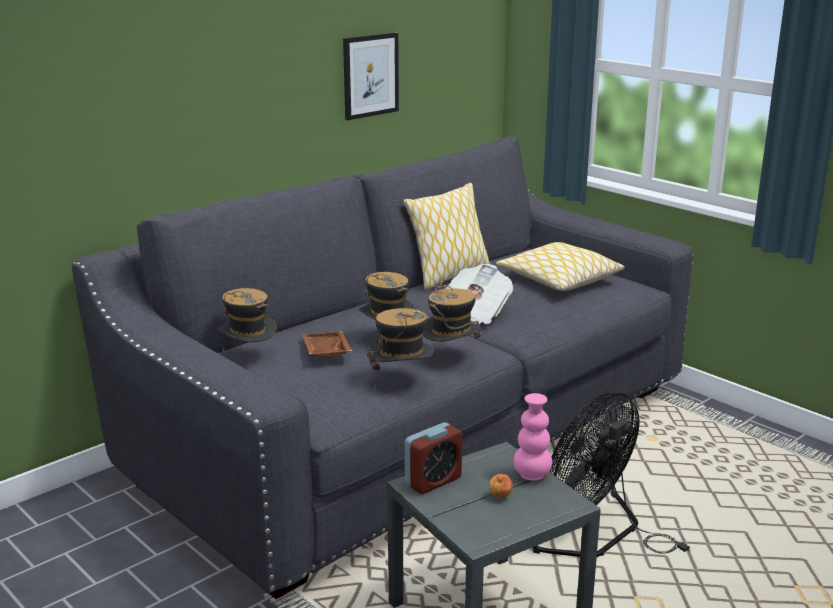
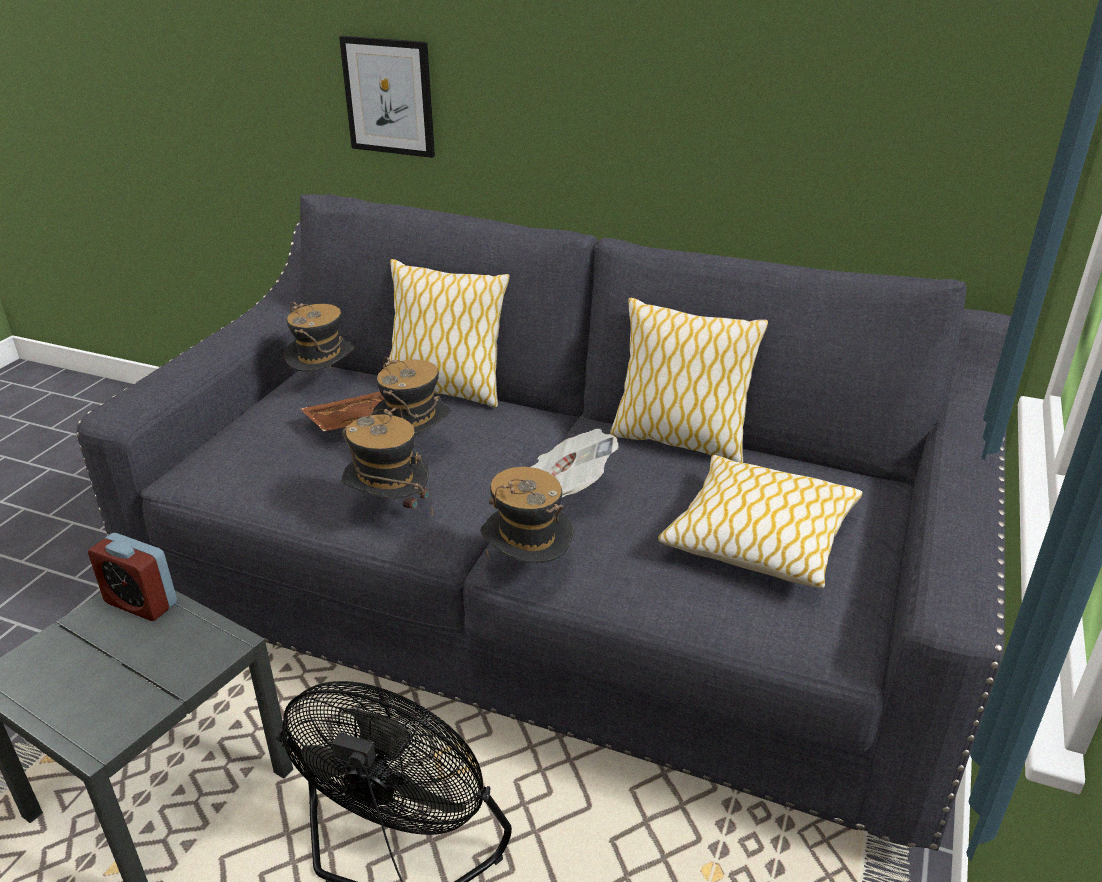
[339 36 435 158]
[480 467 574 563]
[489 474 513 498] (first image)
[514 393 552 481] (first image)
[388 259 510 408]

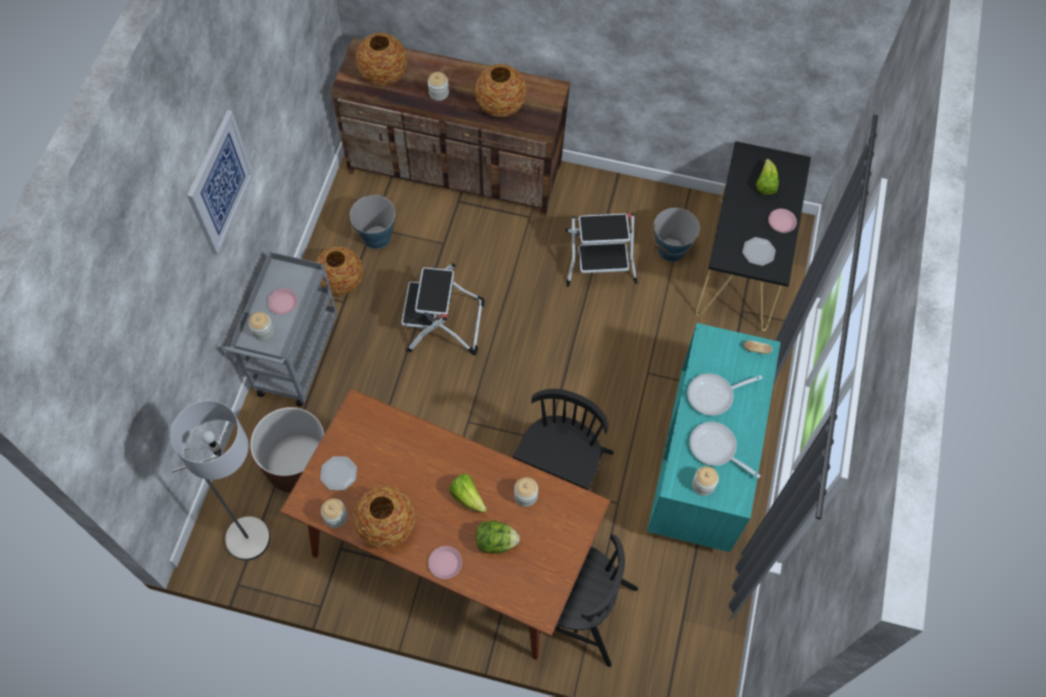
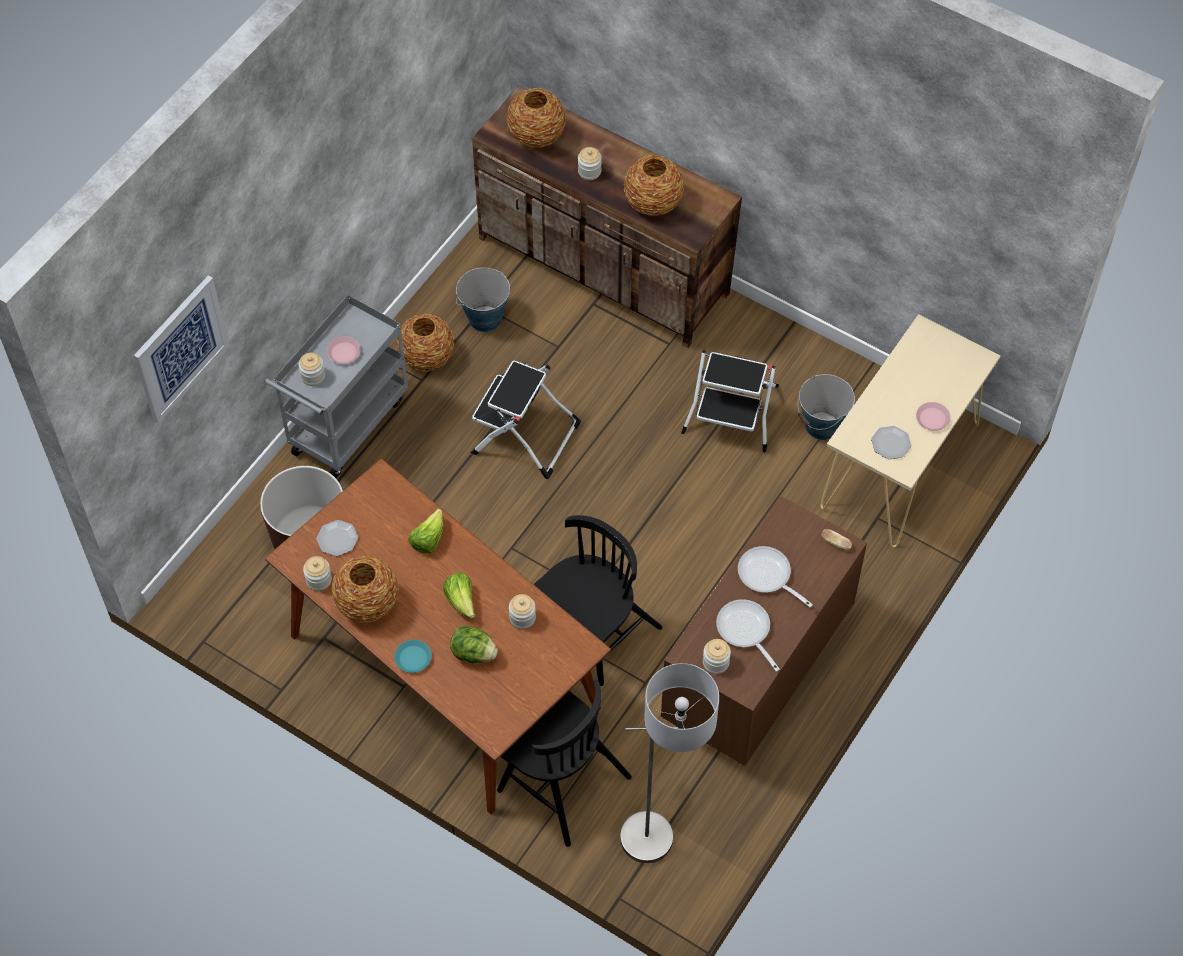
[620 663 719 863]
[134 275 229 423]
[394 640 432 673]
[661 496 867 766]
[738 546 813 607]
[821 314 1001 548]
[408 509 443 554]

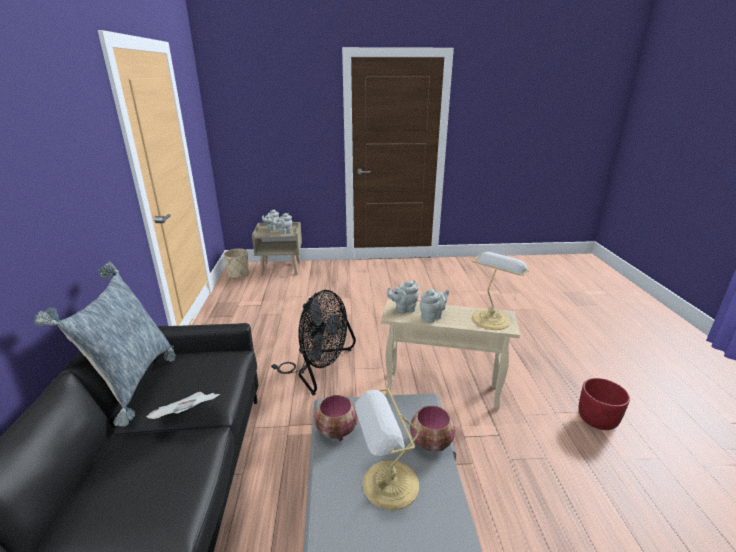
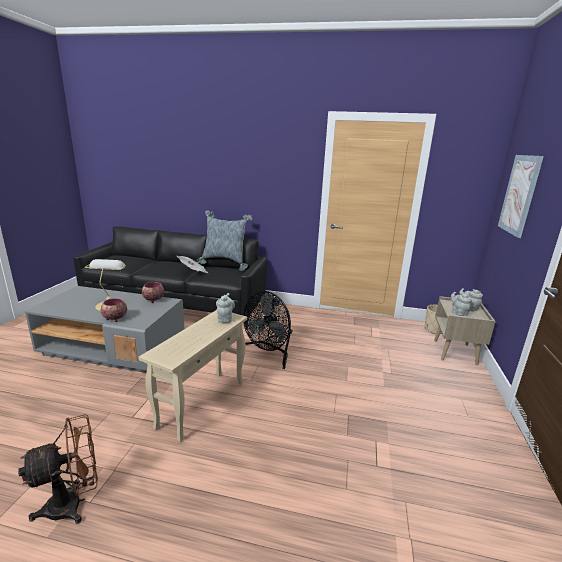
[420 289 449 323] (first image)
[472 252 529 330] (first image)
[18 414 98 524]
[498 155 544 238]

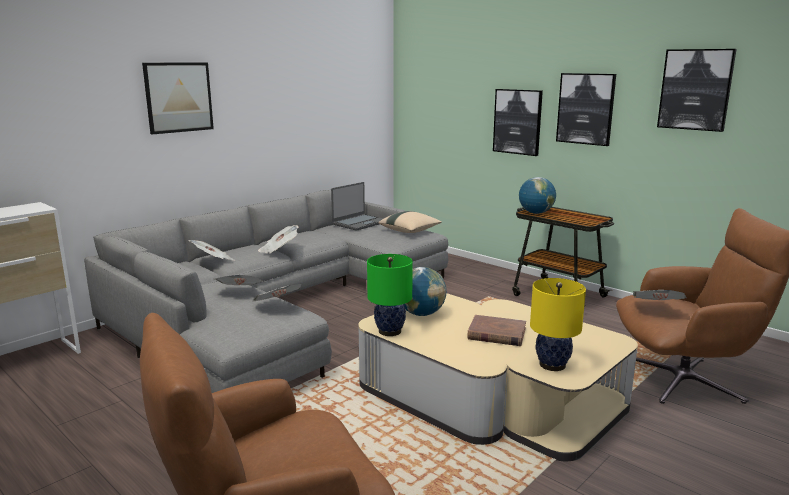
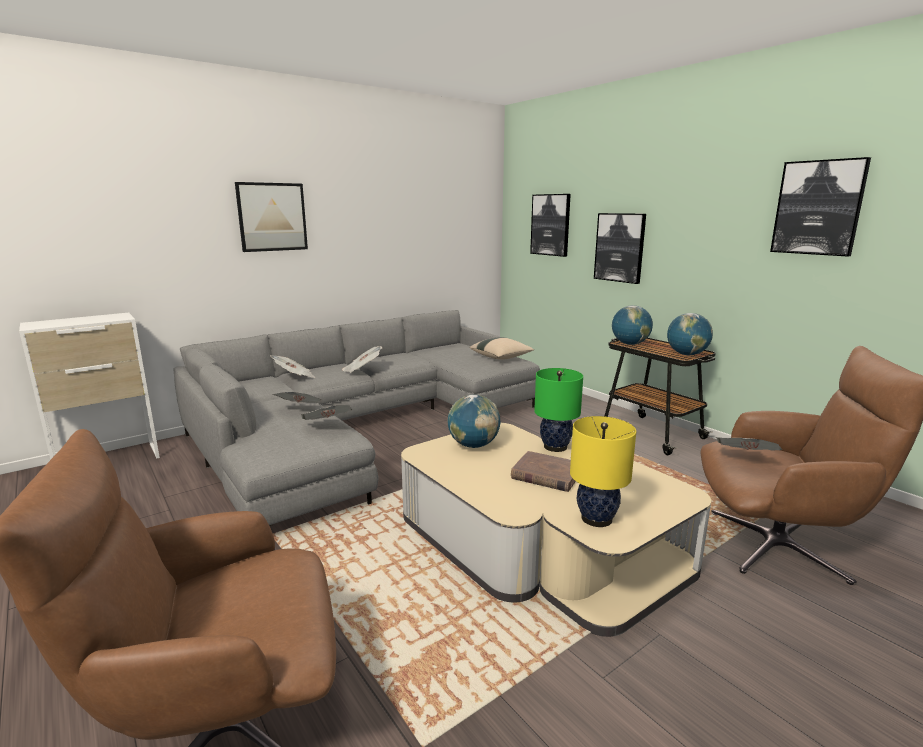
[331 182 384 231] (first image)
[534 368 583 452]
[530 194 571 257]
[667 313 713 355]

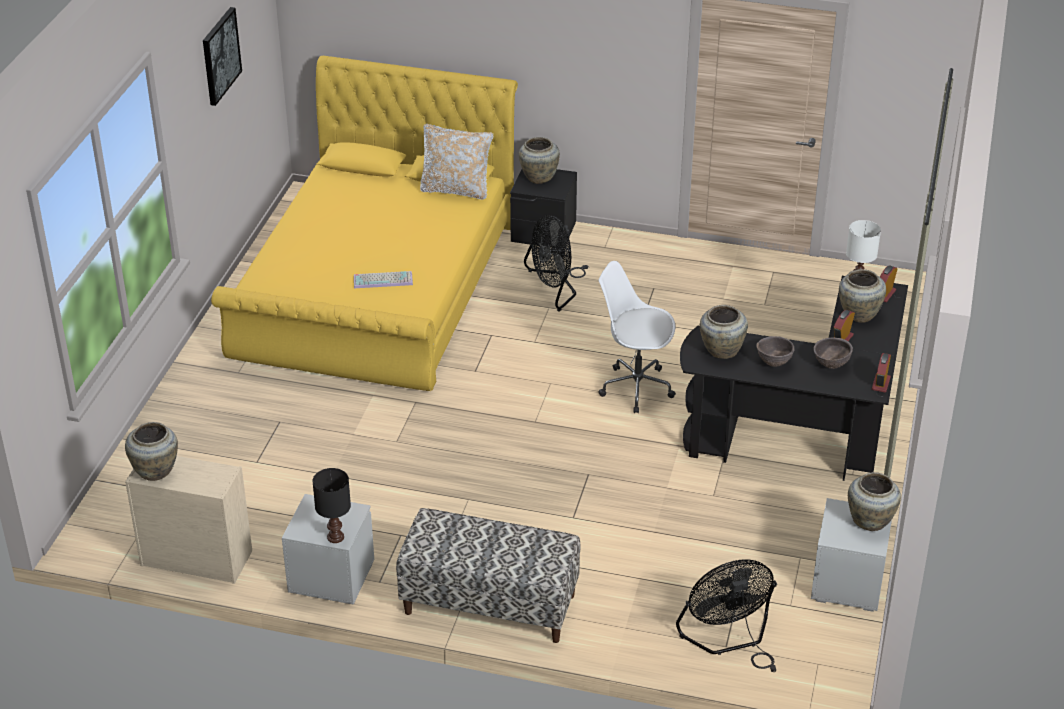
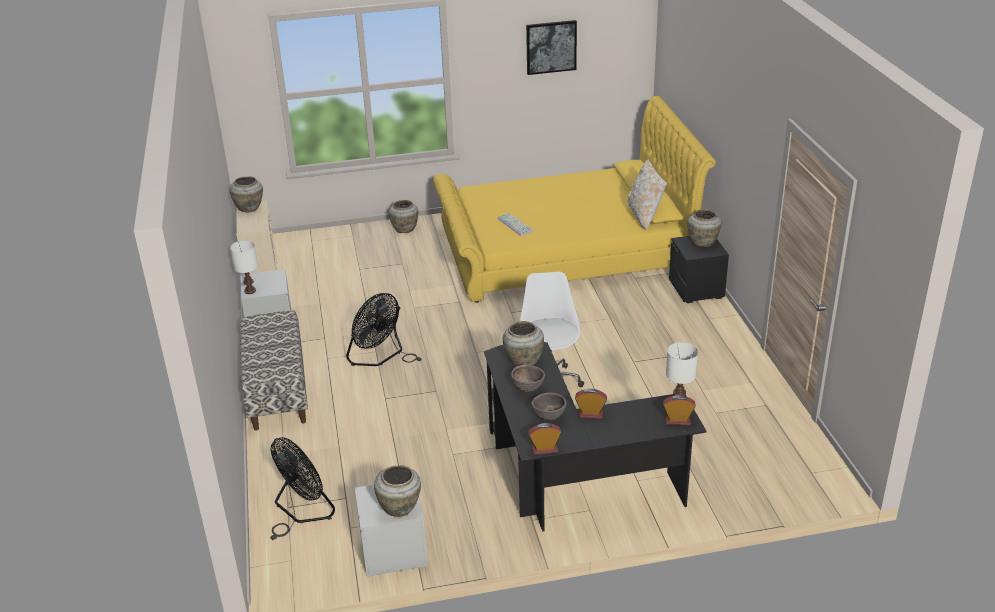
[230 240 258 294]
[346 293 421 366]
[389 200 418 233]

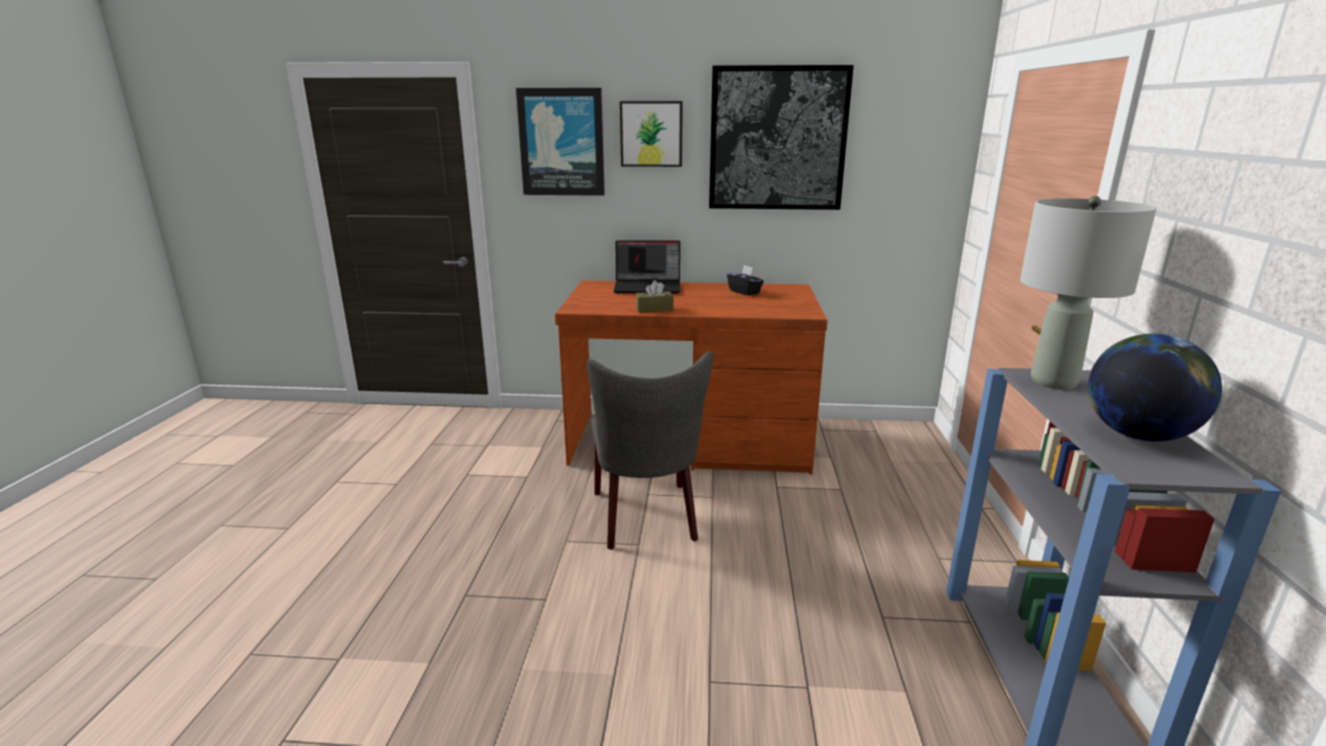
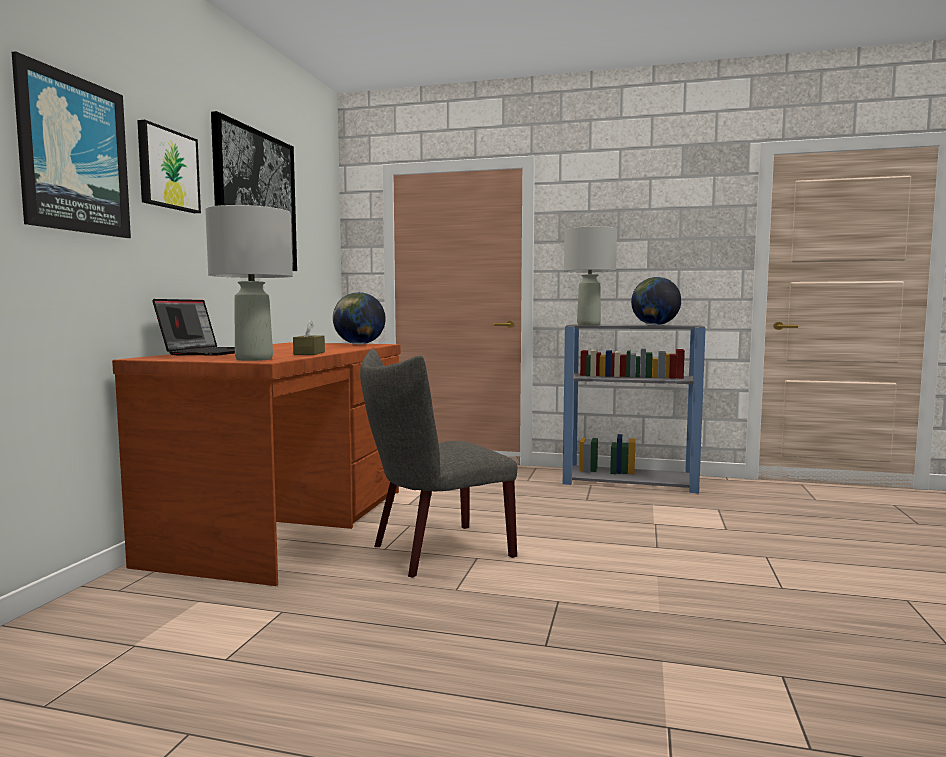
[360 349 518 578]
[727 265 764 295] (first image)
[205 205 293 361]
[333 292 386 344]

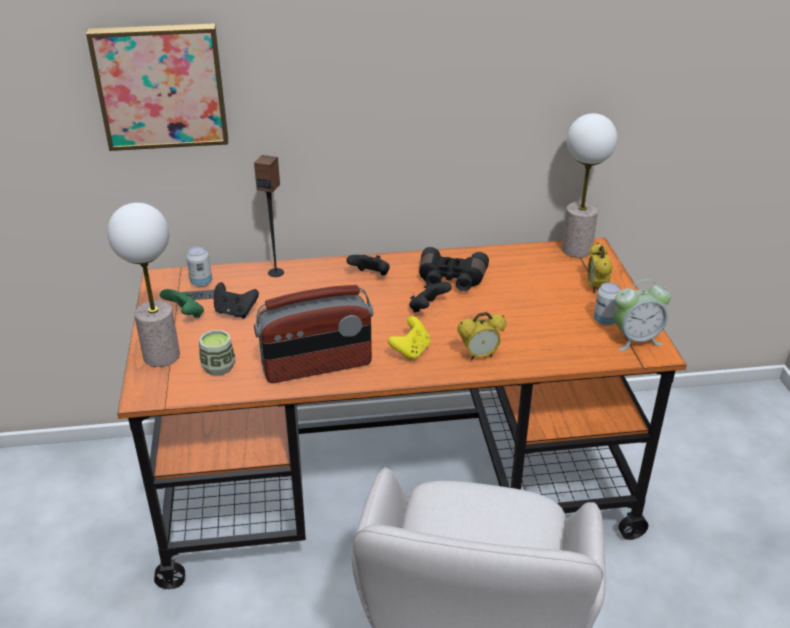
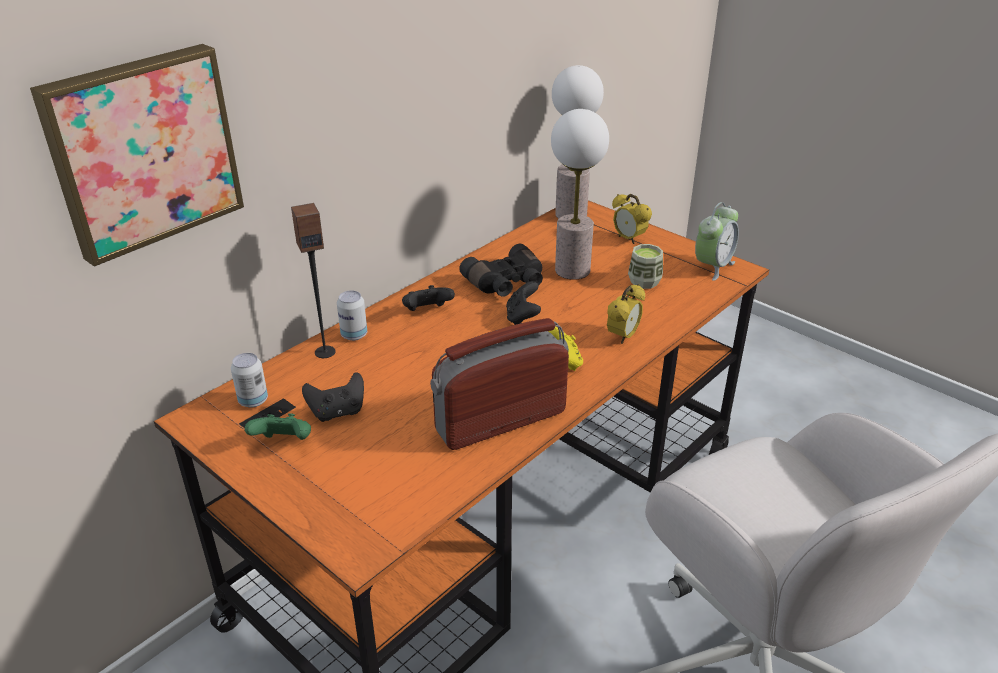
[551 109 609 280]
[628 244 663 289]
[430 318 569 450]
[337 291 367 341]

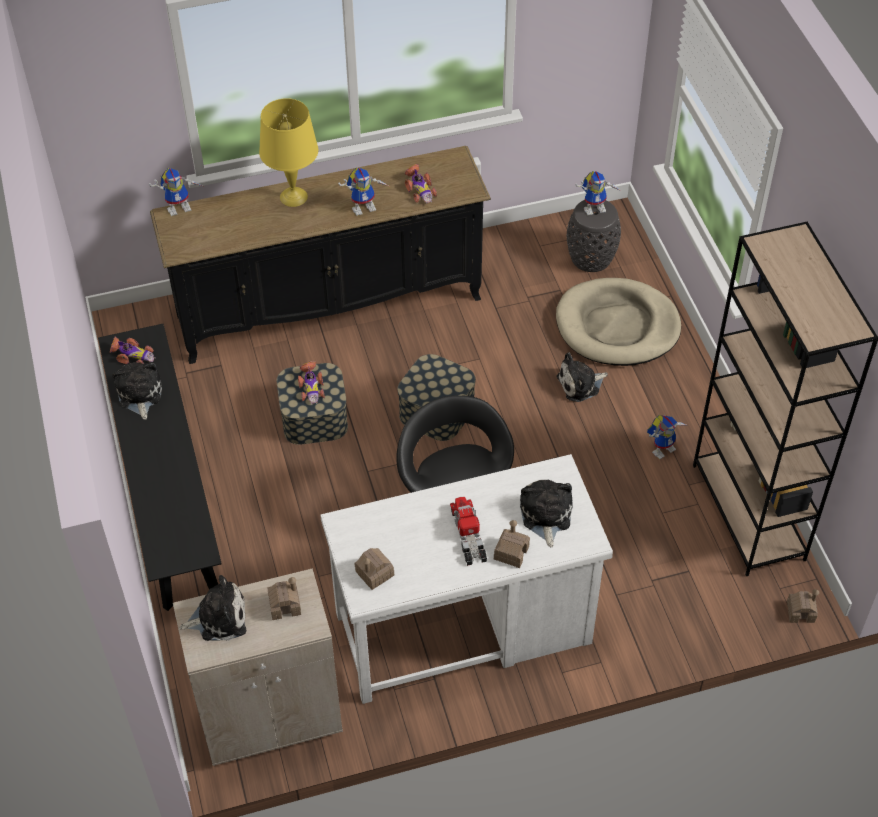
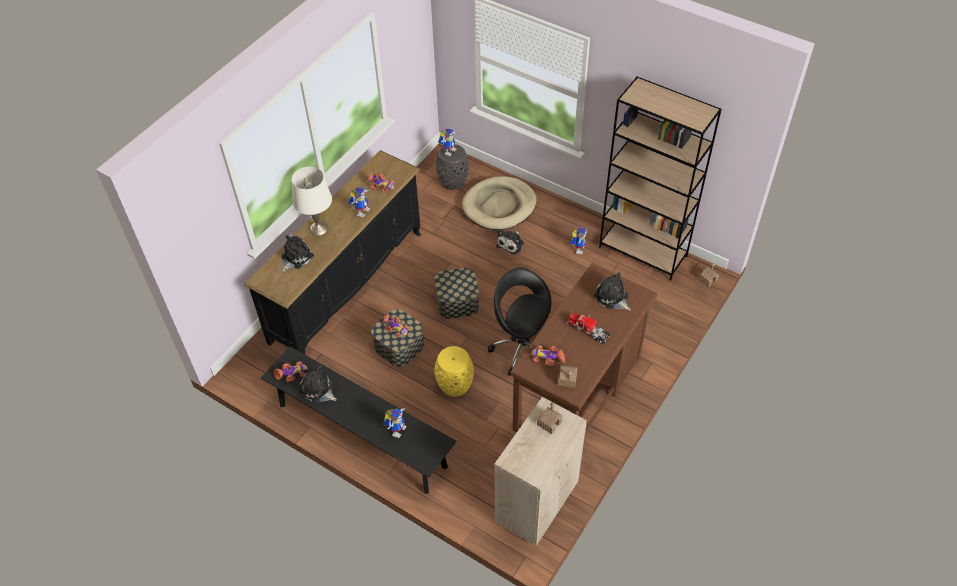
[383 407 407 438]
[281 235 314 272]
[291 167 332 236]
[510 263 657 434]
[494 520 530 568] (first image)
[434 346 474 397]
[530 345 565 366]

